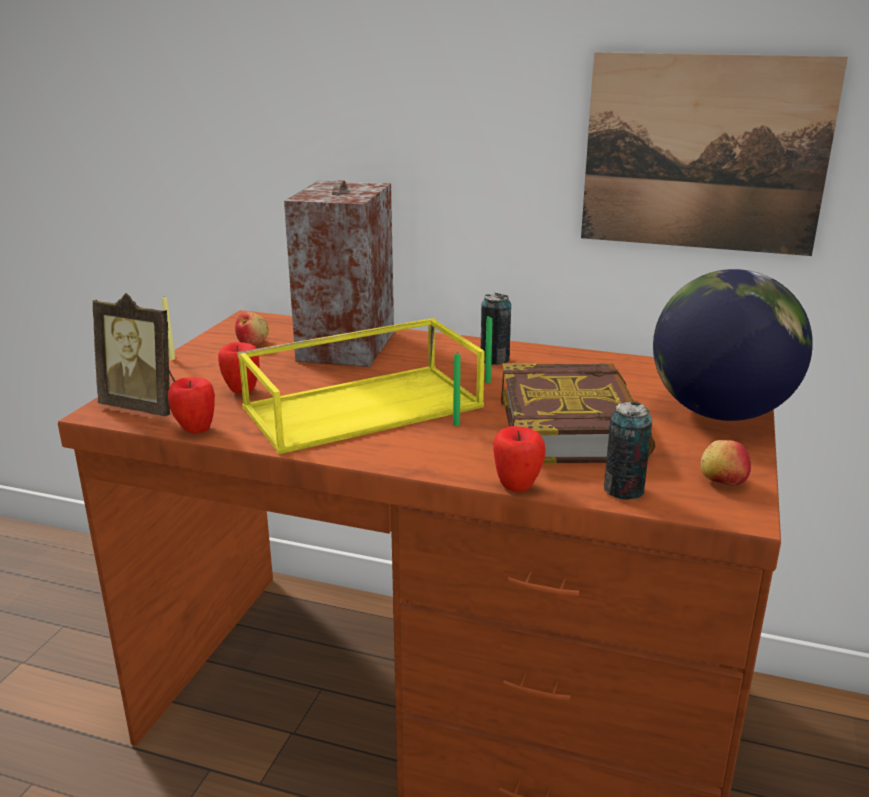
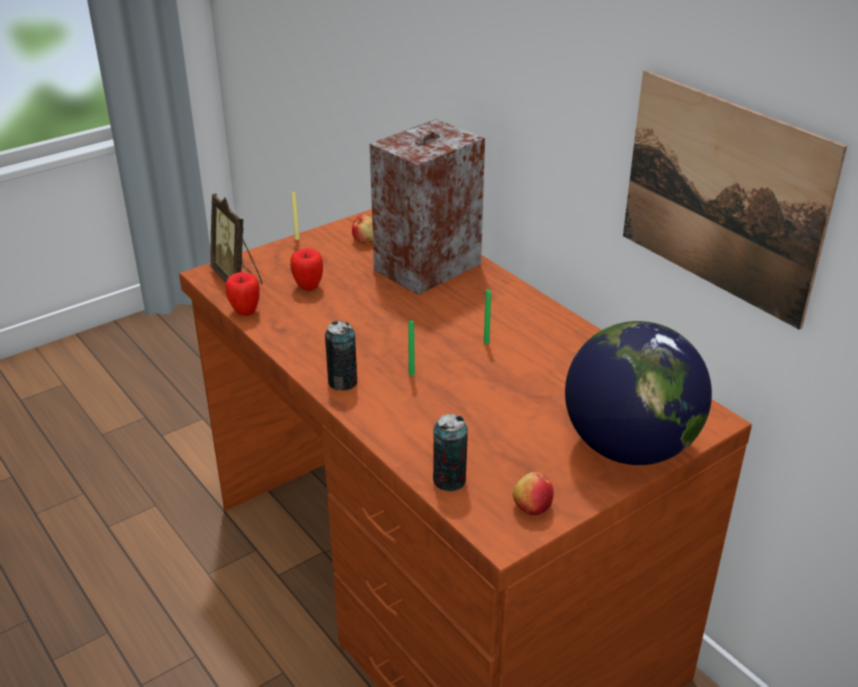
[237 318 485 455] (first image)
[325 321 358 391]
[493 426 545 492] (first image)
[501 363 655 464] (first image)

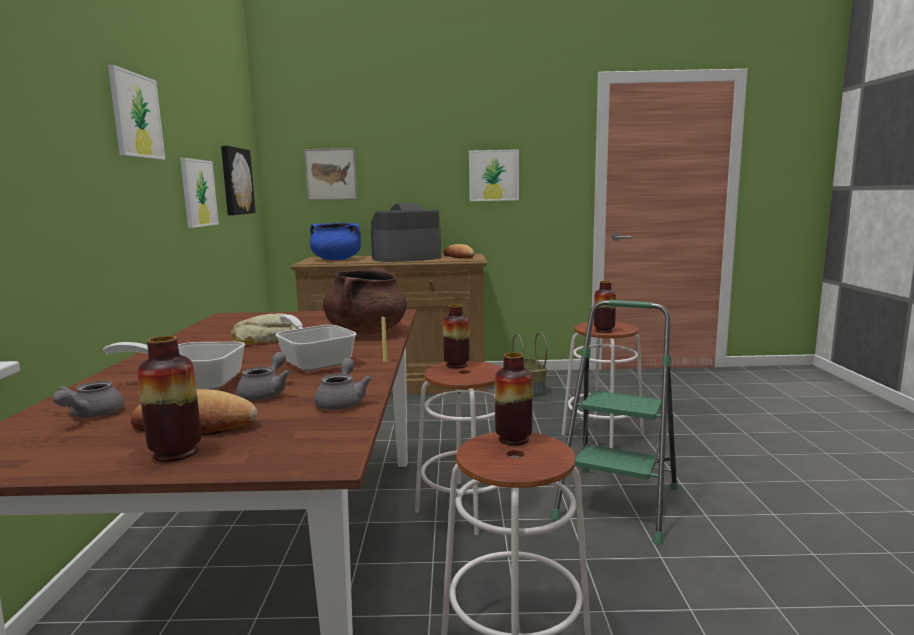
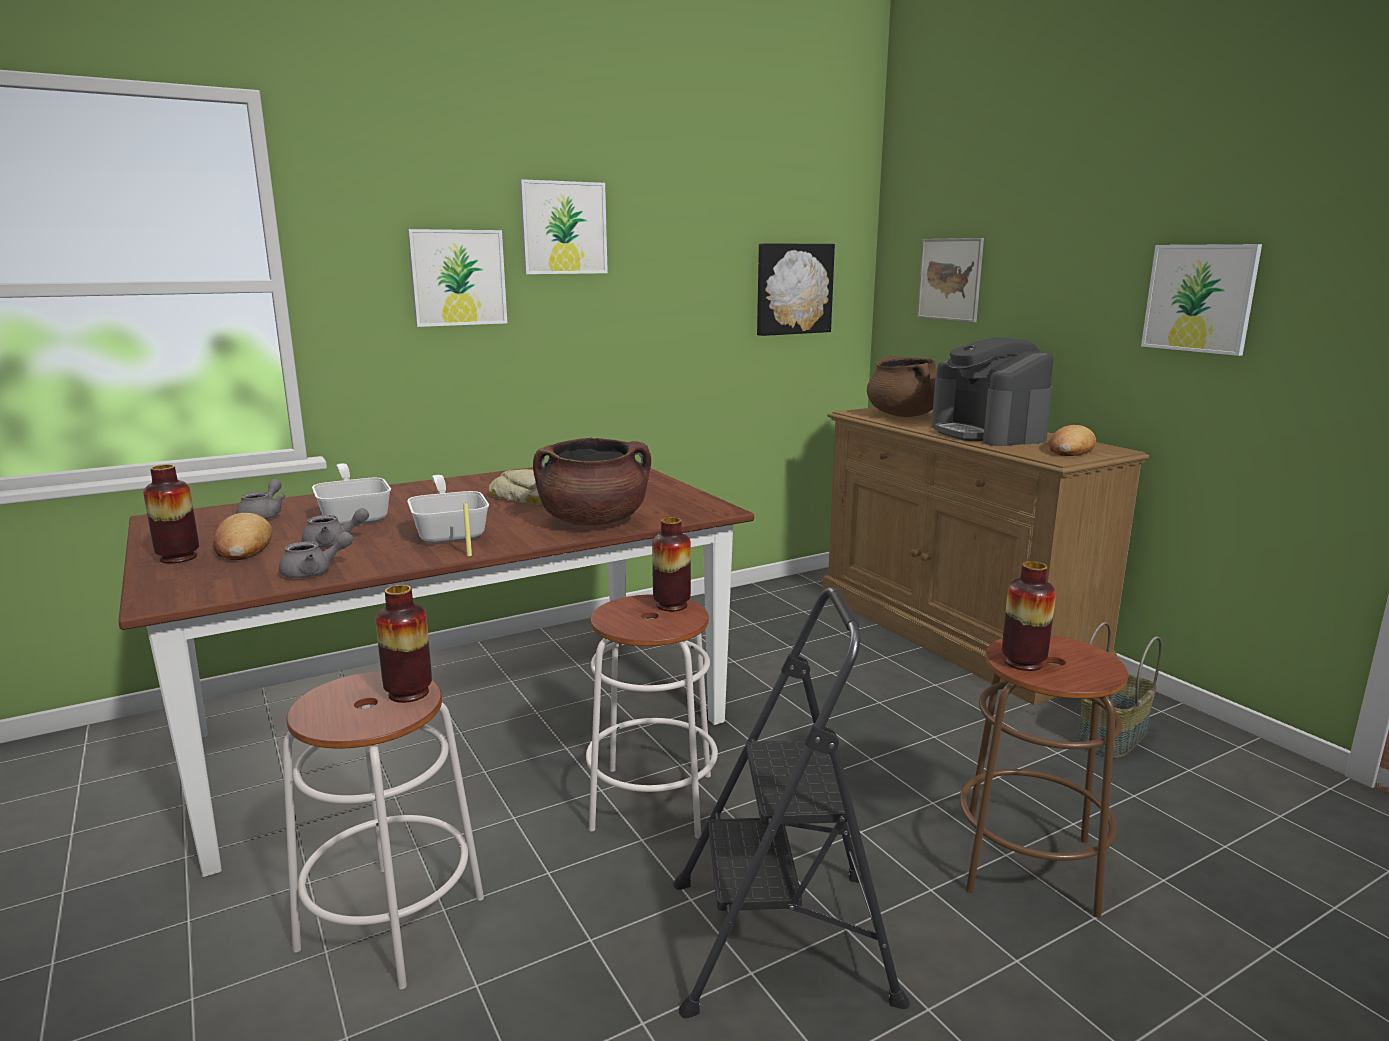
[236 479 285 519]
[407 229 507 327]
[407 475 489 544]
[867 356 937 417]
[932 337 1054 446]
[673 587 910 1018]
[960 636 1128 918]

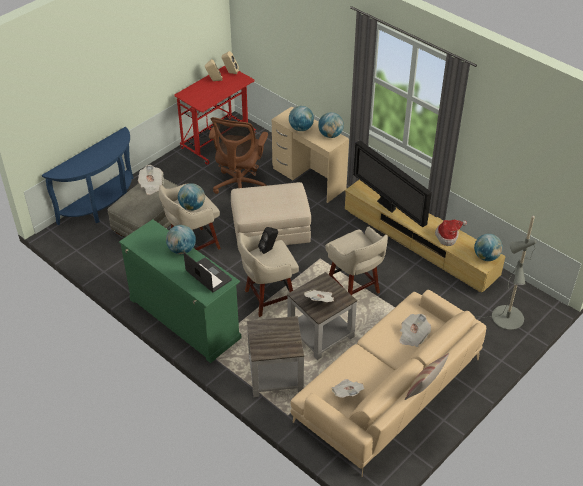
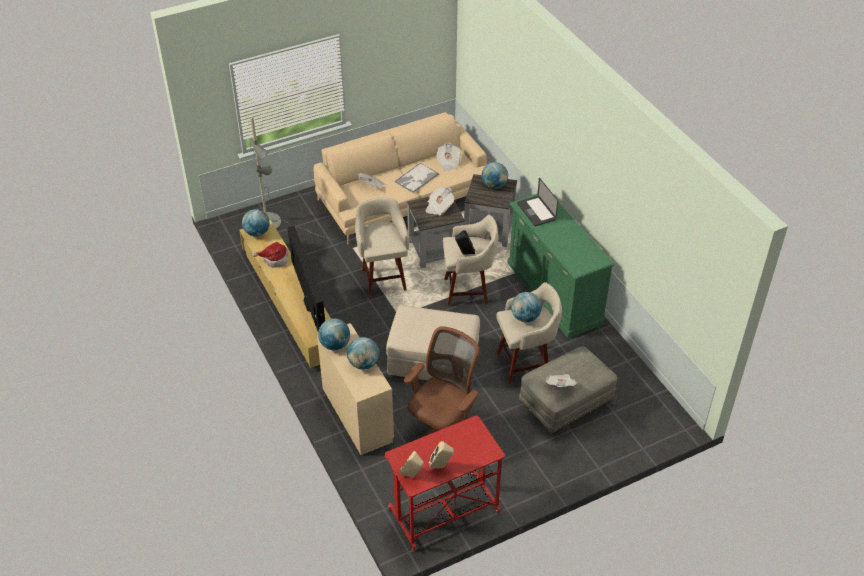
[42 127 134 225] (first image)
[481 162 508 189]
[405 353 449 400] (first image)
[395 163 439 193]

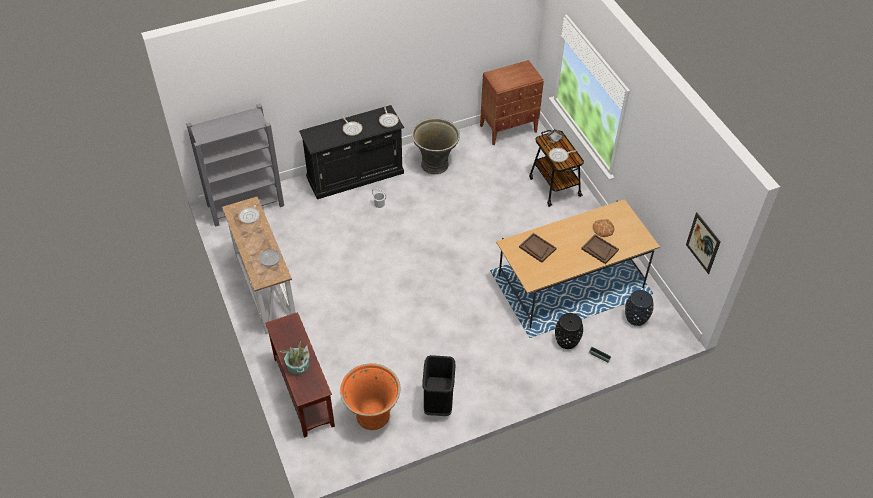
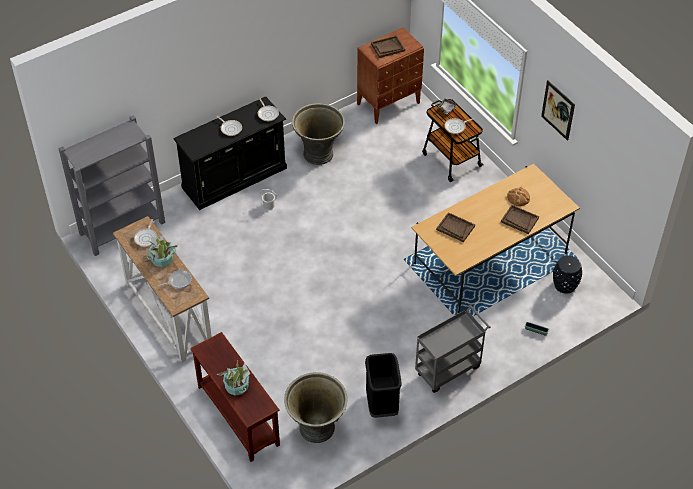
[284 372 347 443]
[555 313 583 349] (first image)
[541 80 575 141]
[147 236 178 267]
[371 35 405 58]
[415 304 491 393]

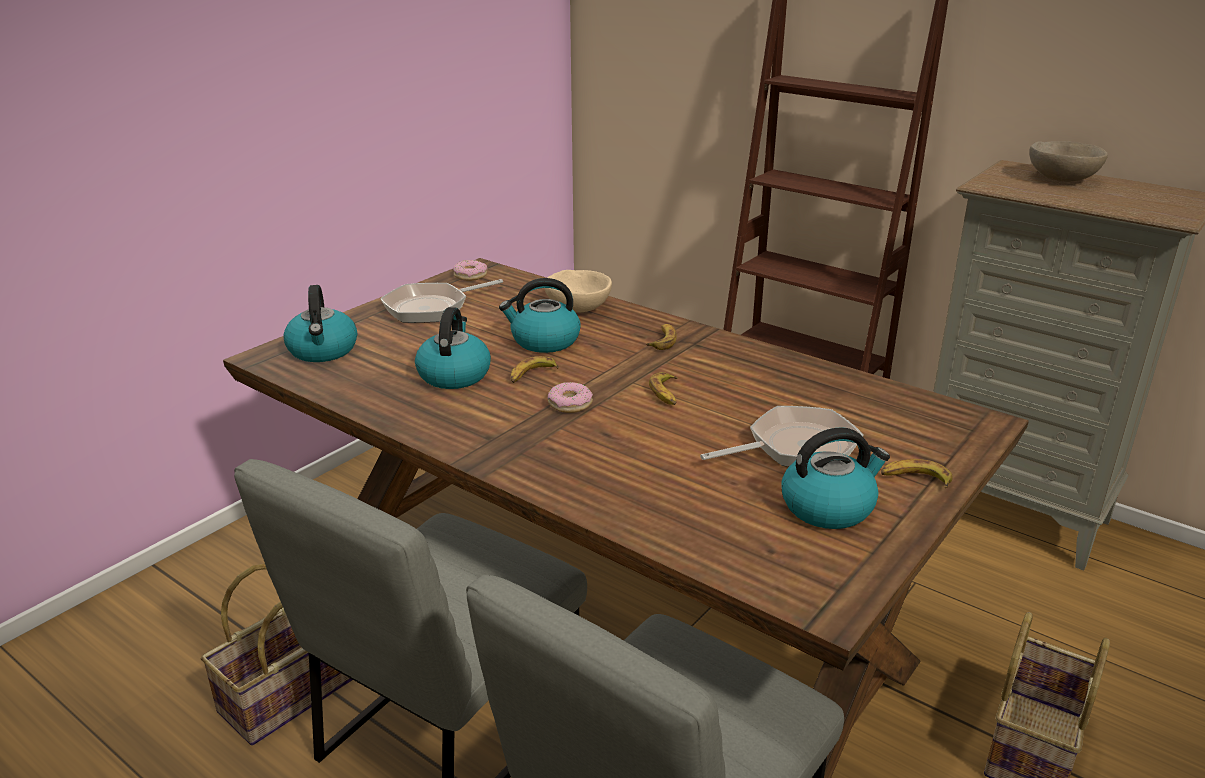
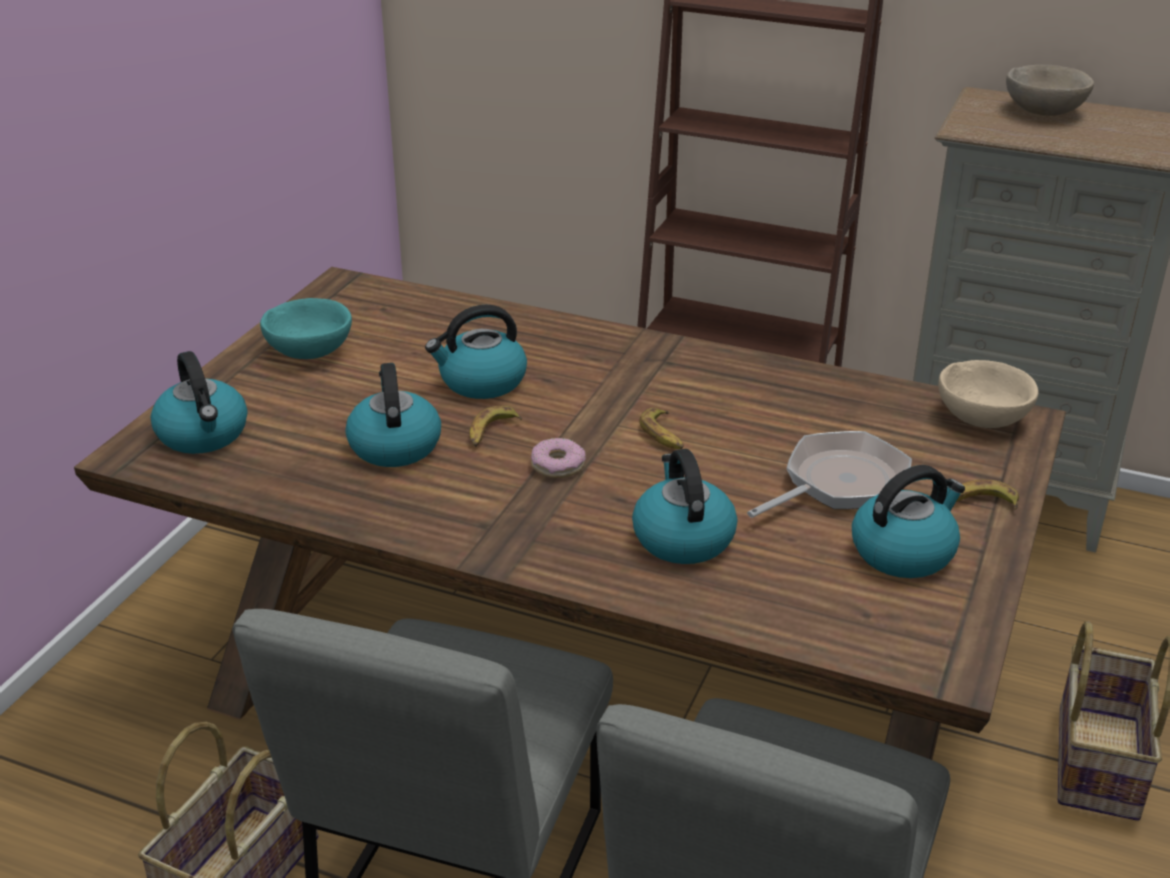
[260 298 352 359]
[453 260 488 281] (first image)
[938 360 1039 428]
[646 324 677 350] (first image)
[632 449 737 564]

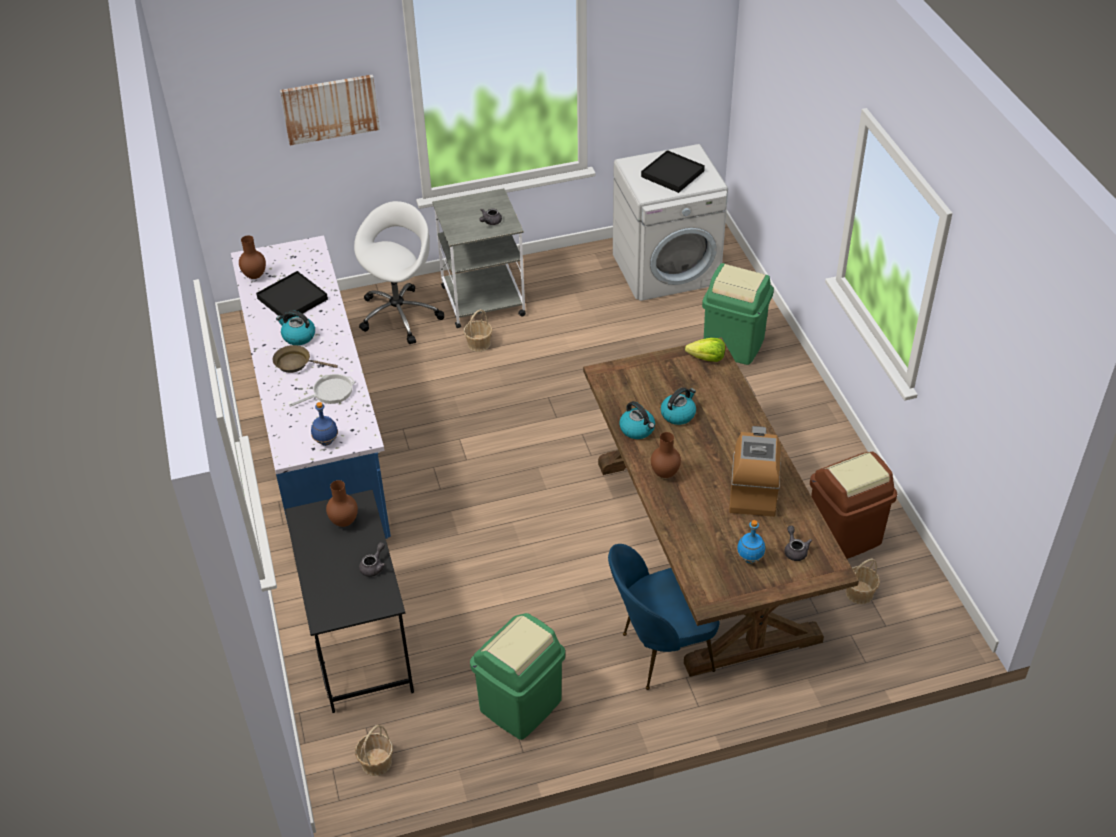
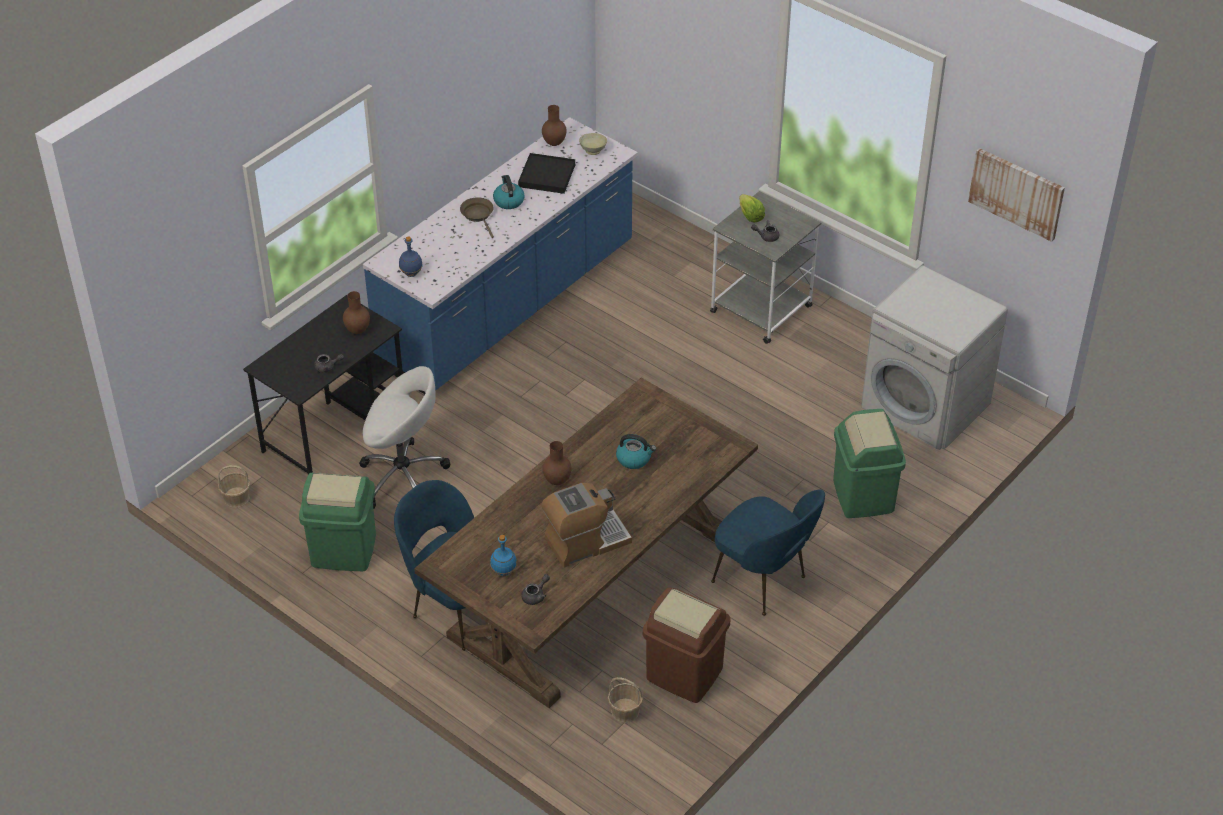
[968 148 1065 242]
[289 374 355 407] (first image)
[359 366 451 509]
[463 309 492 352] (first image)
[619 401 655 439] (first image)
[641 150 705 193] (first image)
[739 194 765 222]
[579 133 607 155]
[711 489 825 616]

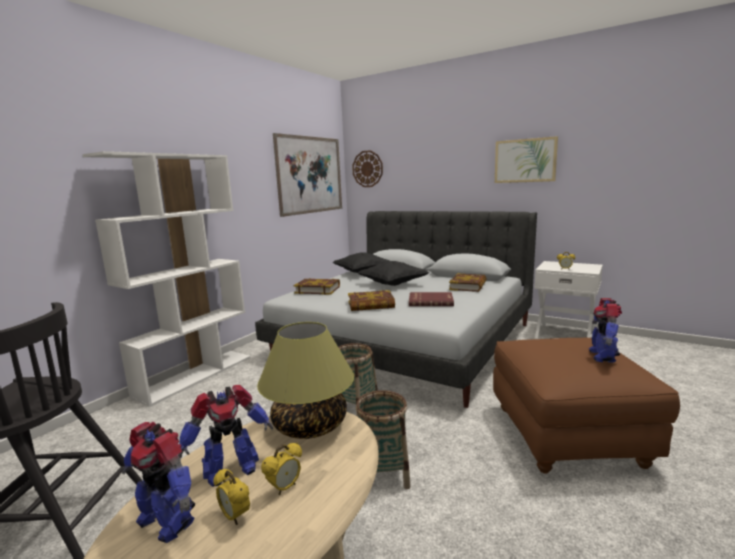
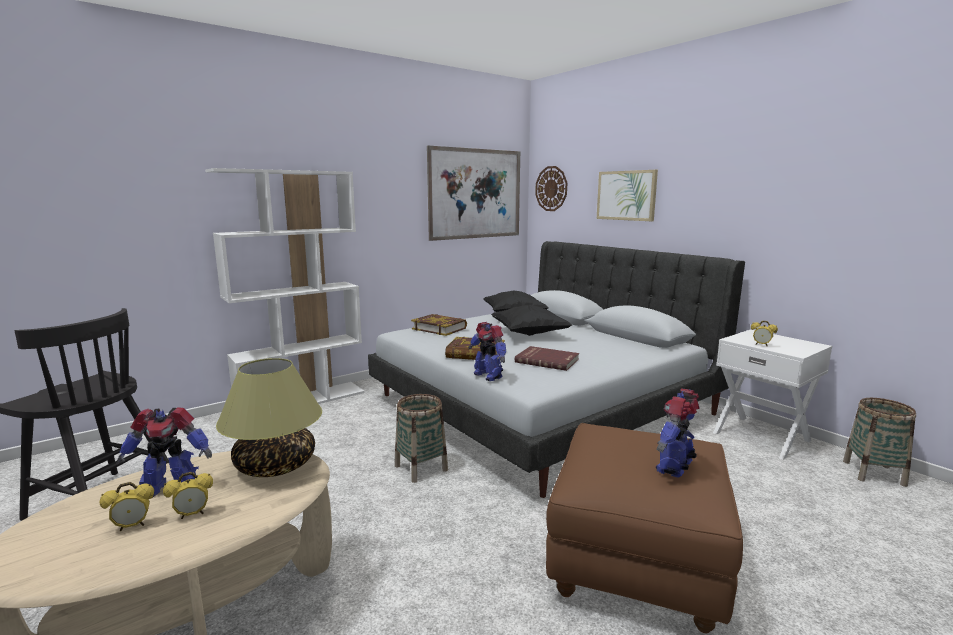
[468 322 506 381]
[100 482 154 531]
[843 398 916 487]
[449 273 487 292] (first image)
[597 170 658 221]

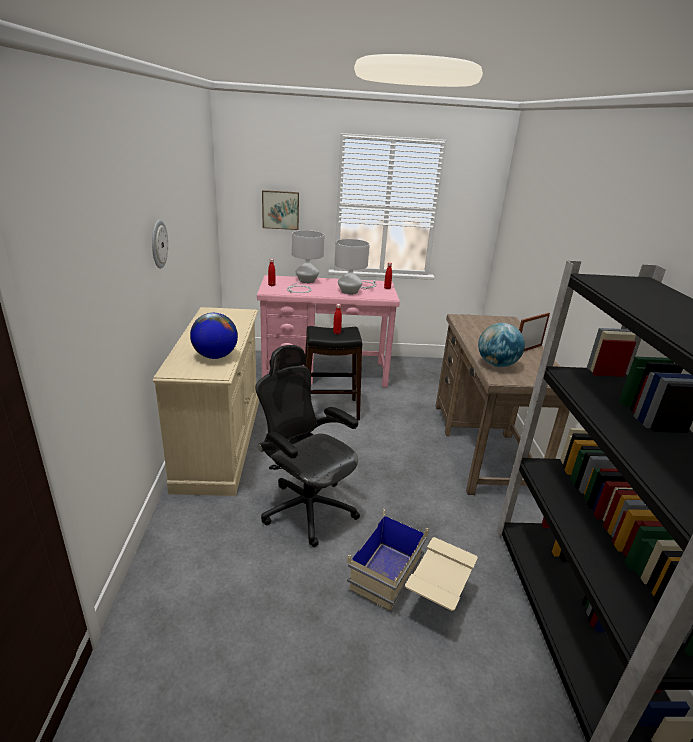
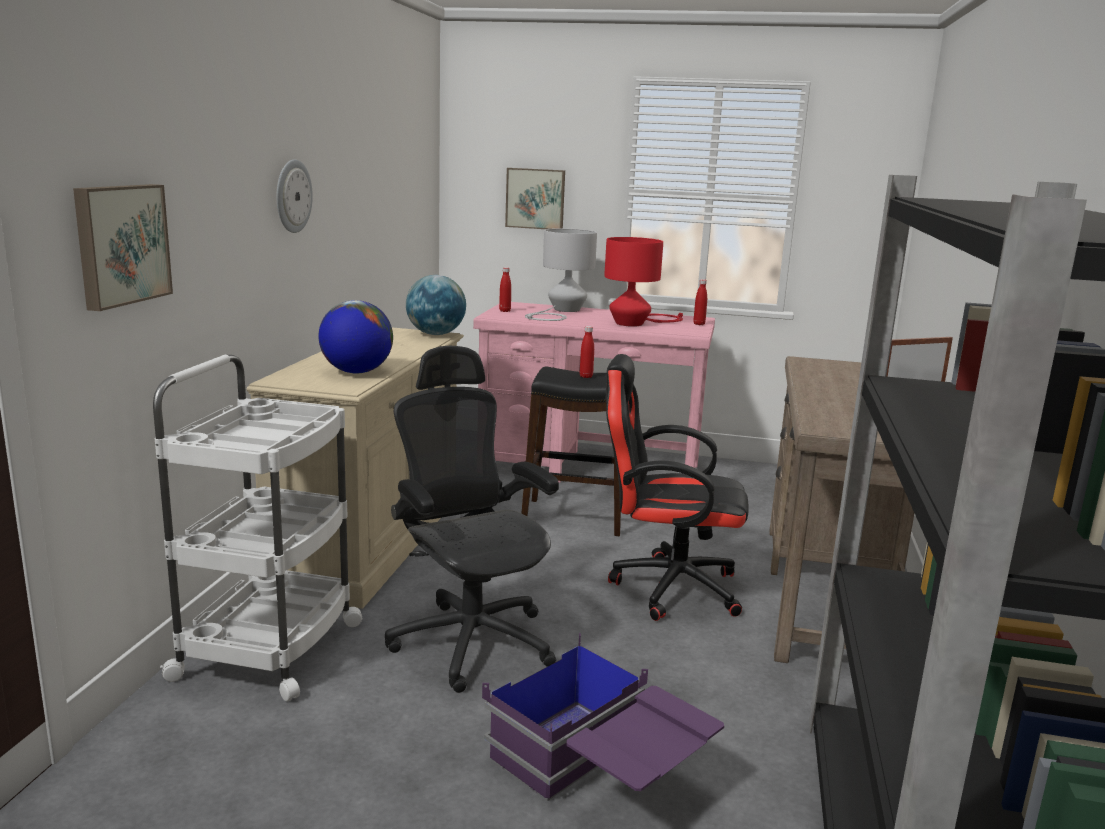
[604 237 683 327]
[482 633 724 801]
[406 275 466 335]
[73 184 173 311]
[153 355 362 701]
[606 354 749 621]

